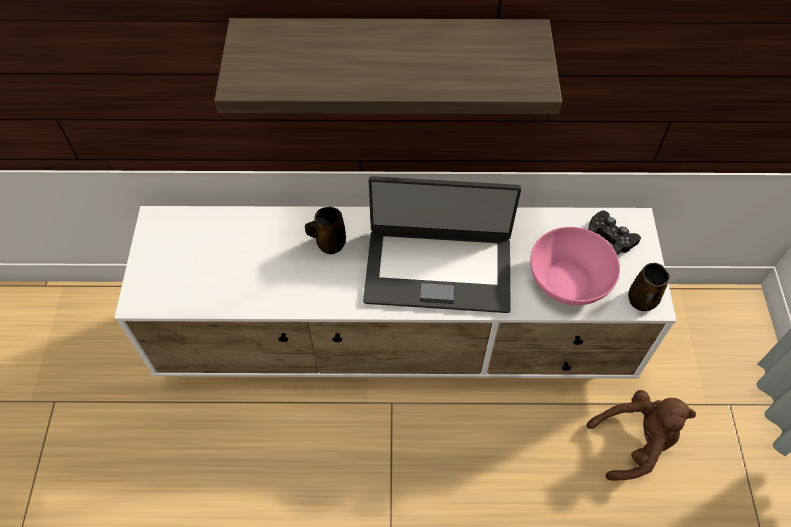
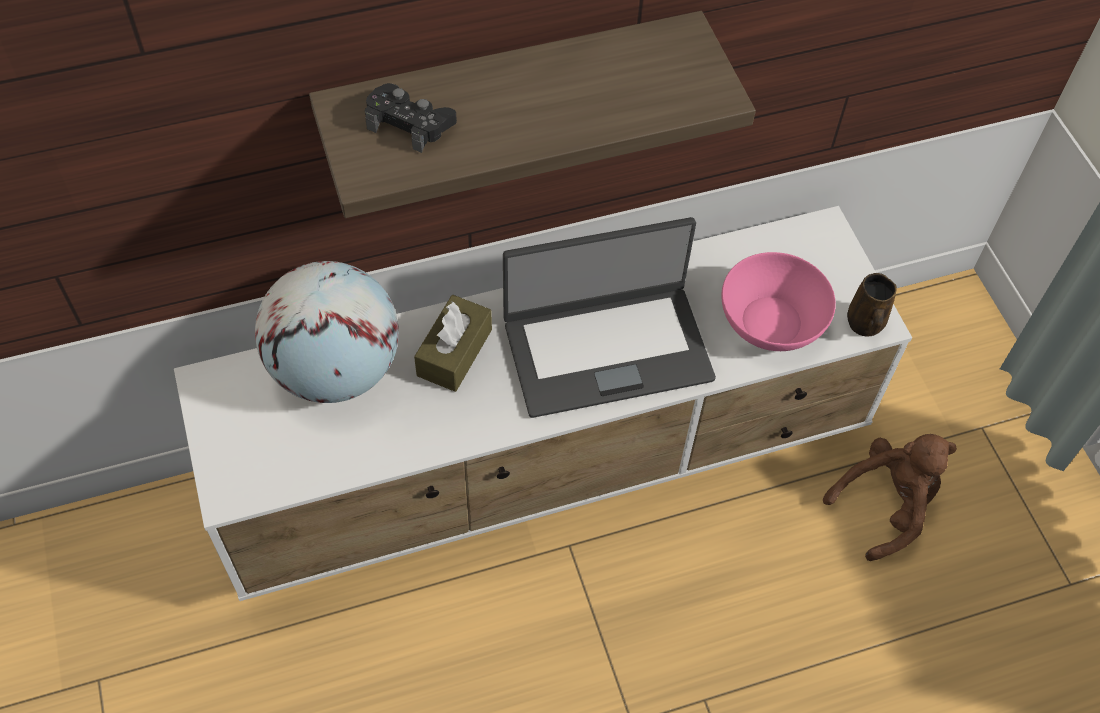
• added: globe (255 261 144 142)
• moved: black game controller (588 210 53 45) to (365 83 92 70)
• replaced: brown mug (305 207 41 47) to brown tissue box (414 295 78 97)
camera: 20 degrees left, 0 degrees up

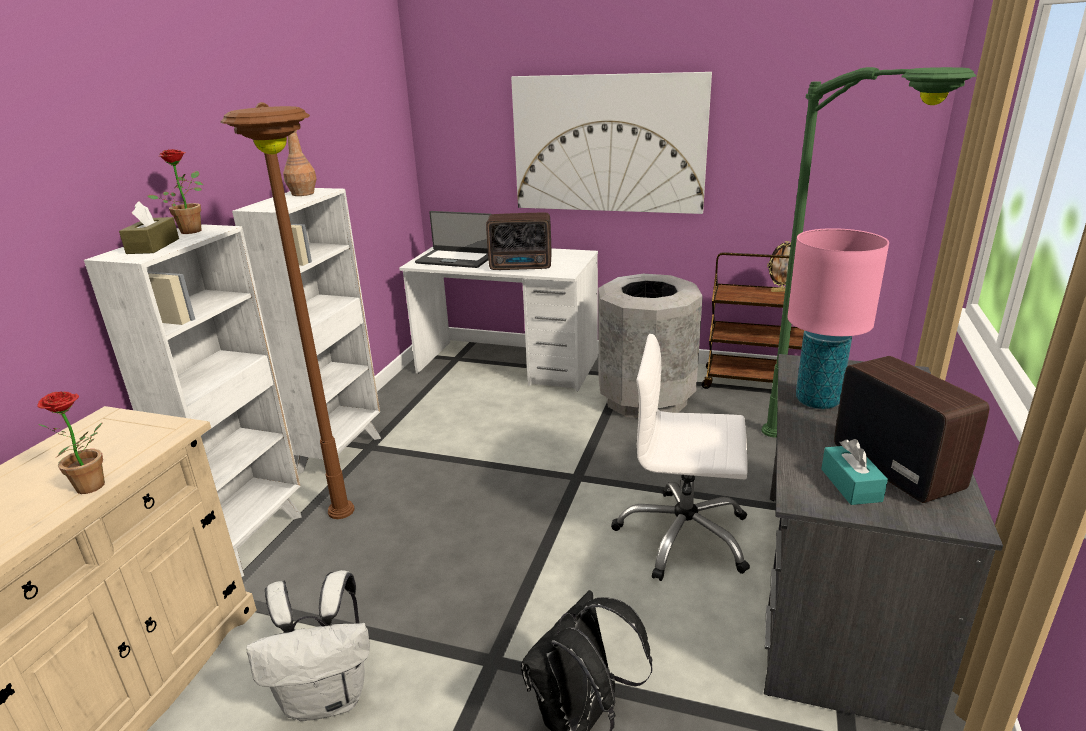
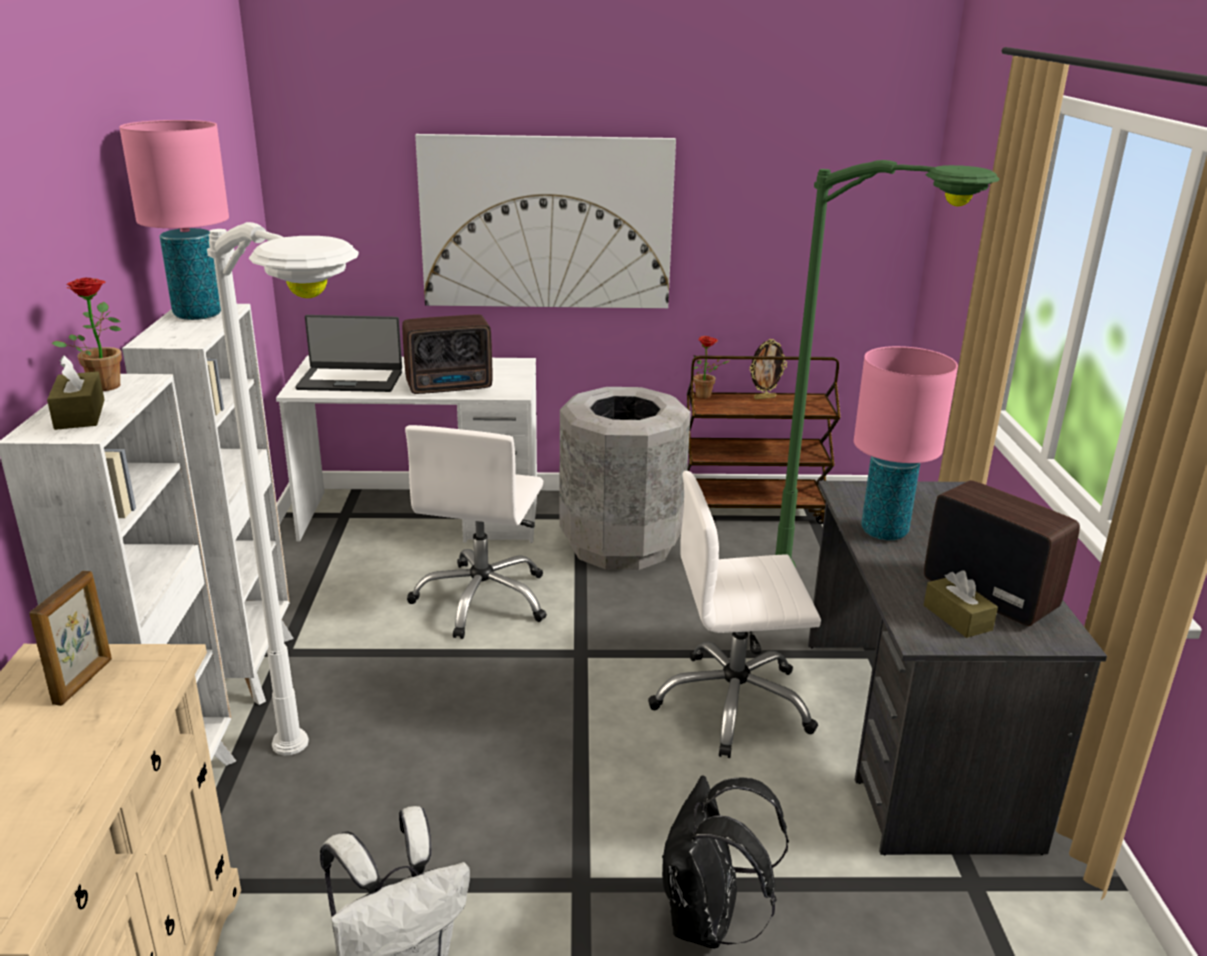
• added: picture frame (29 571 83 135)
• replaced: brown bottle (283 130 34 66) to pink table lamp (119 120 110 200)
• recoloured: brown floor lamp (220 102 134 417) to white floor lamp (207 222 152 533)
• added: white office chair (405 425 142 214)
• moved: potted plant (37 392 68 102) to (693 336 37 63)
• recoloured: turquoise tissue box (821 439 67 66) to brown tissue box (924 570 74 68)
camera: 20 degrees left, 0 degrees up

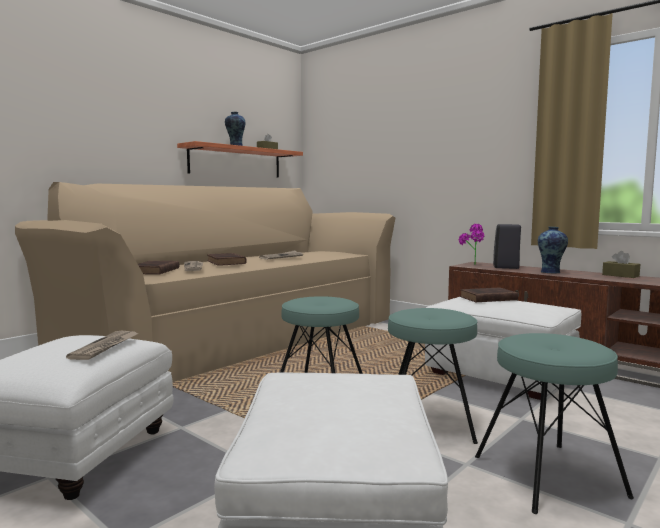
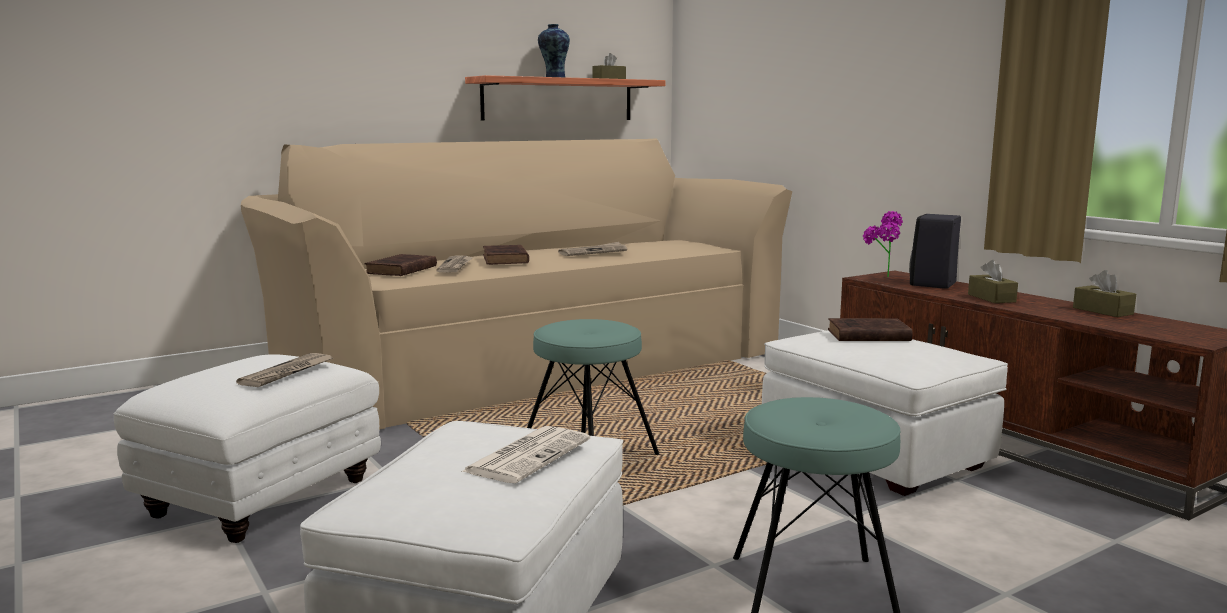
• added: newspaper (461 426 129 57)
• replaced: vase (538 227 30 46) to brown tissue box (968 260 50 43)
• removed: turquoise stool (388 308 90 136)
camera: 15 degrees right, 5 degrees up

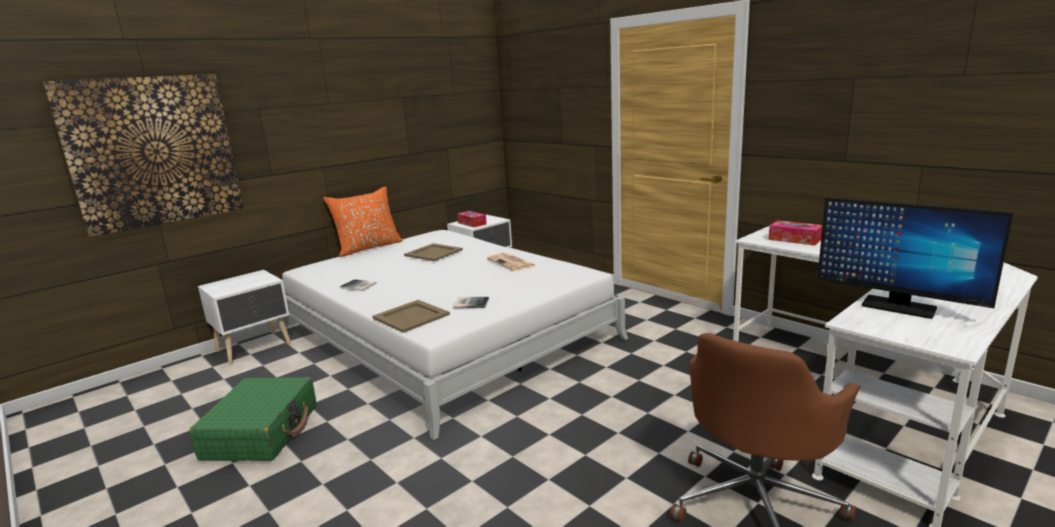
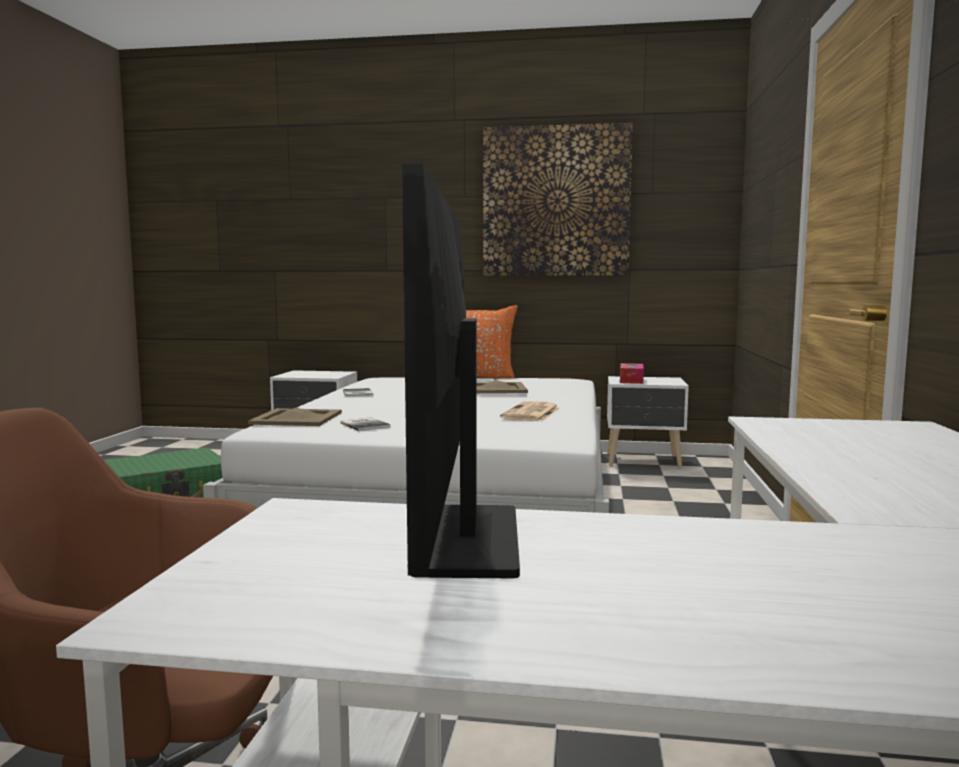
• moved: picture (43 74 201 163) to (483 123 150 153)
• removed: tissue box (768 220 55 26)
camera: 50 degrees right, 10 degrees down

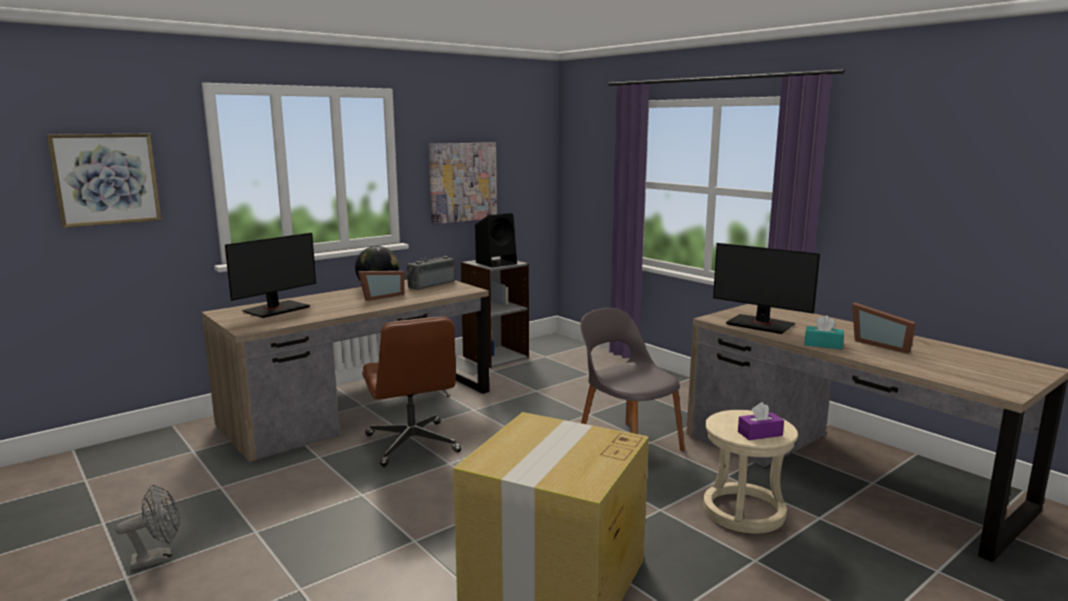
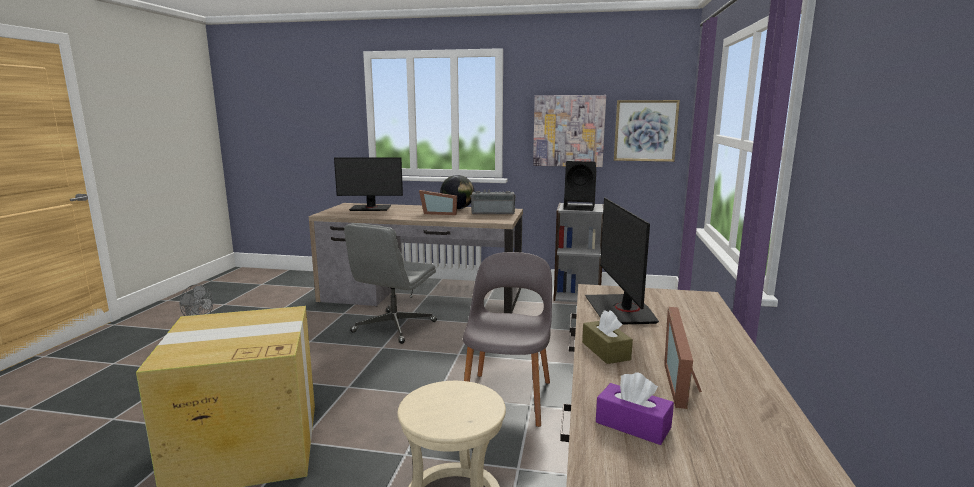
• recoloured: brown office chair (362 317 100 150) to grey office chair (344 223 93 121)
• recoloured: turquoise tissue box (805 316 39 33) to brown tissue box (582 310 51 54)
• moved: purple tissue box (738 402 46 38) to (596 372 78 73)
• moved: picture (47 134 115 94) to (614 100 66 62)
camera: 50 degrees right, 0 degrees up

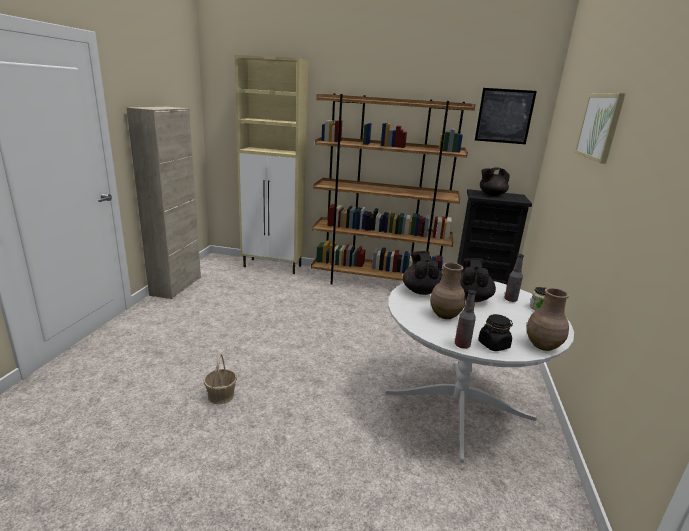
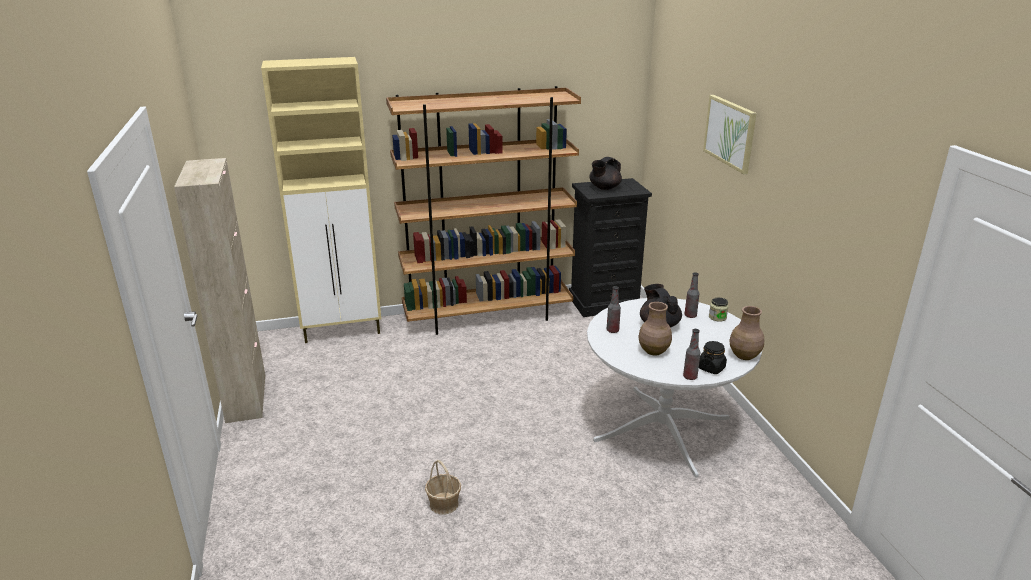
• replaced: black teapot (403 251 40 44) to bottle (607 286 14 47)
• removed: picture (475 88 62 56)
camera: 25 degrees left, 5 degrees up

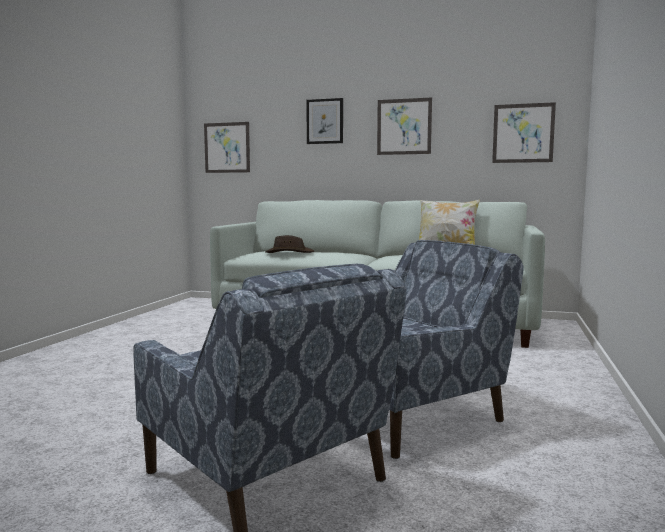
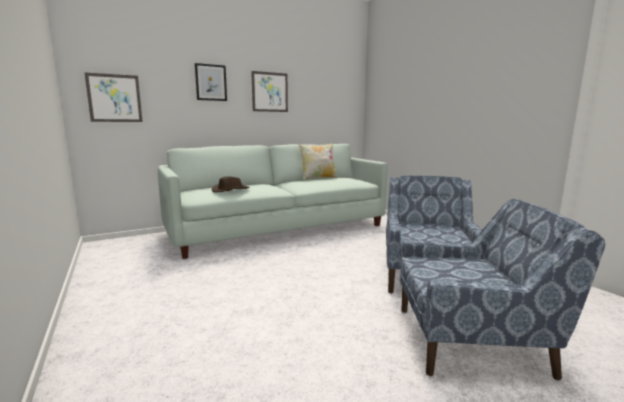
• removed: picture (492 102 64 61)
camera: 45 degrees left, 5 degrees up

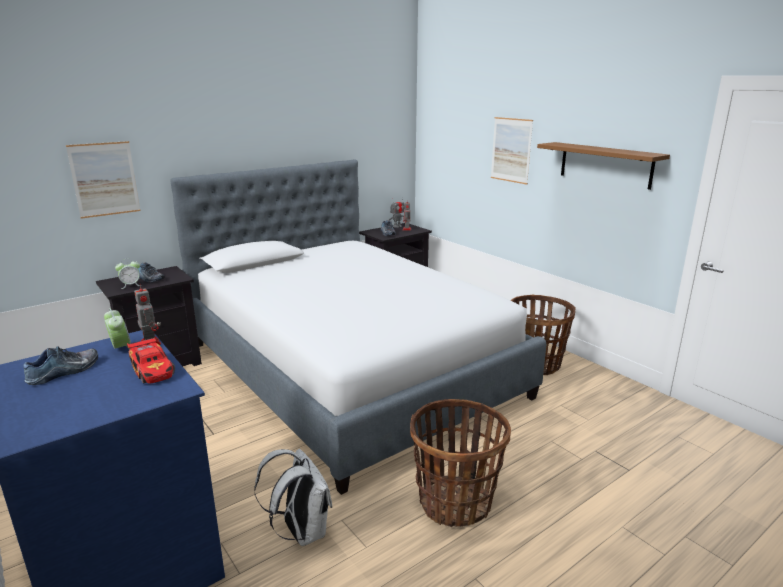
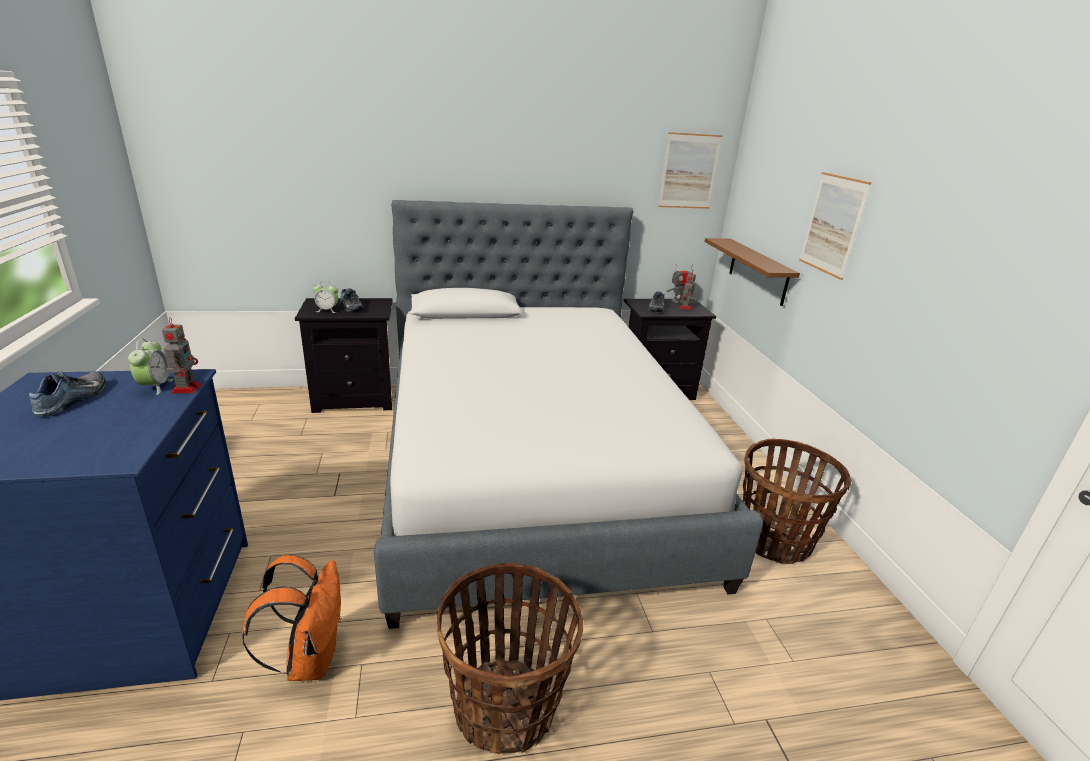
• turned: shoe (23 346 75 39) = (29 371 77 46) 60 degrees counterclockwise
• recoloured: white backpack (254 449 78 97) to orange backpack (242 555 100 126)
• moved: picture (66 141 74 78) to (658 132 65 77)
• moved: brown shelf (537 142 133 48) to (704 238 96 68)
• removed: toy car (127 337 48 47)
camera: 25 degrees right, 5 degrees up

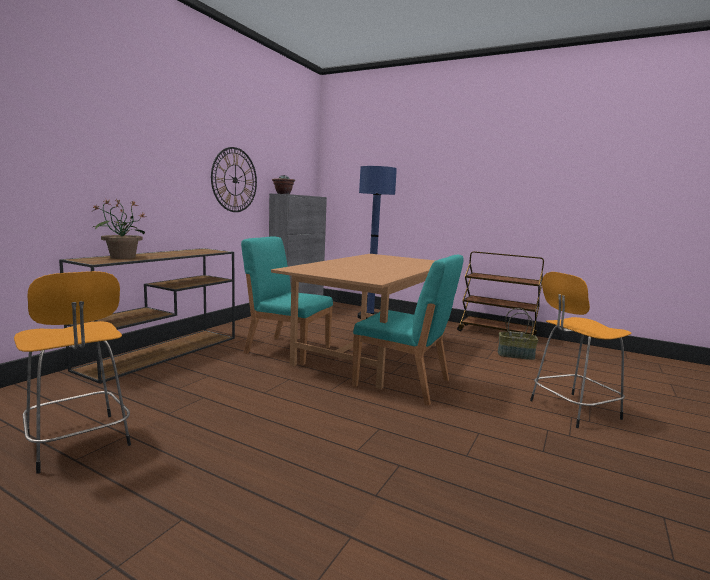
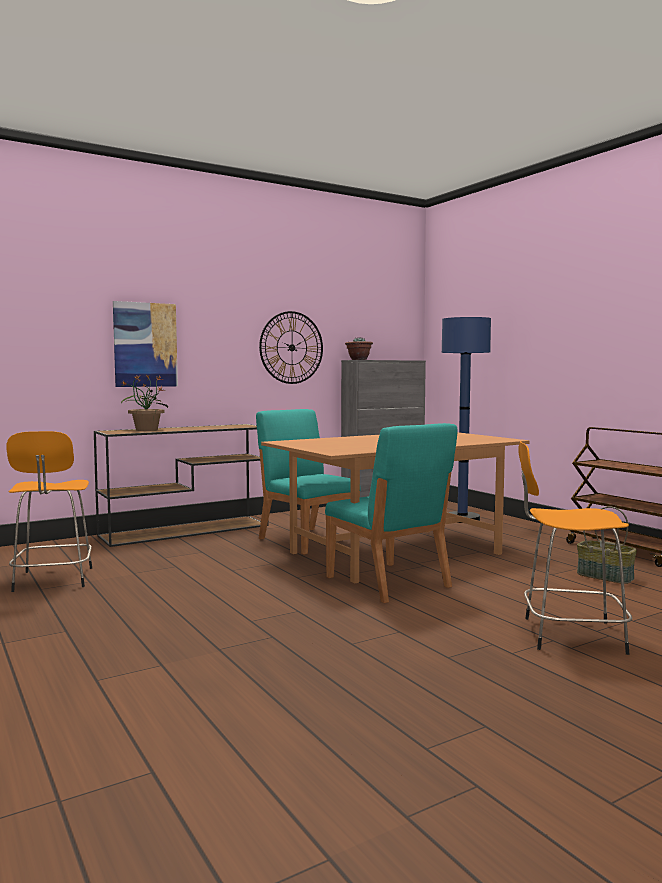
• added: picture (113 301 65 86)
camera: 30 degrees right, 5 degrees down

